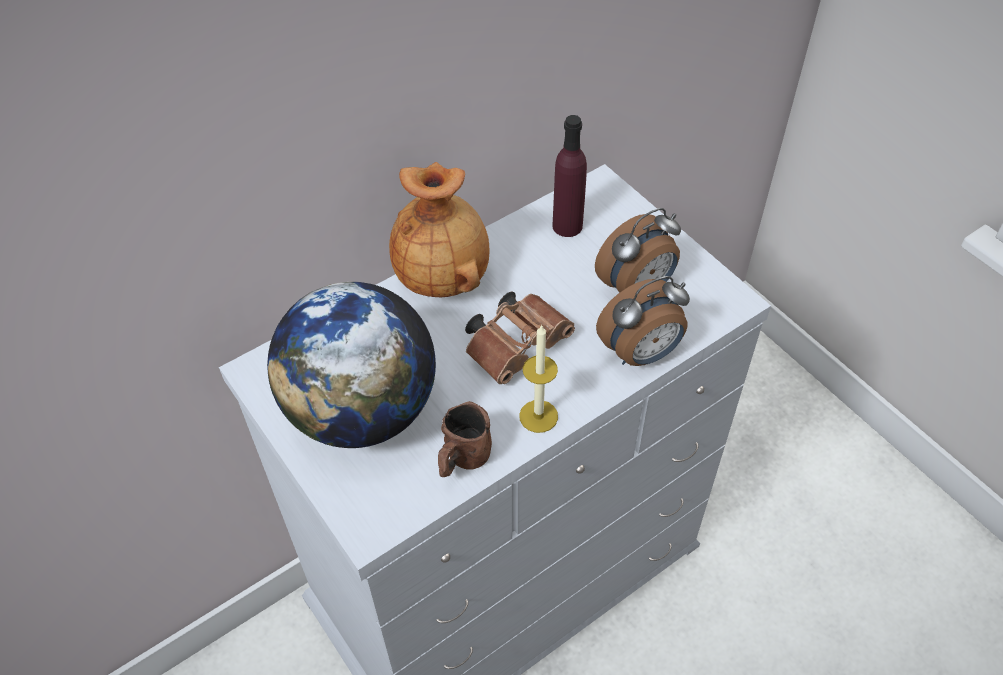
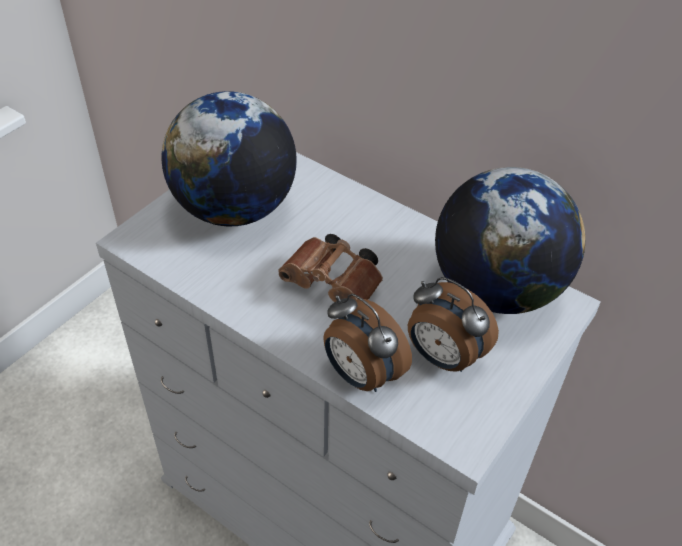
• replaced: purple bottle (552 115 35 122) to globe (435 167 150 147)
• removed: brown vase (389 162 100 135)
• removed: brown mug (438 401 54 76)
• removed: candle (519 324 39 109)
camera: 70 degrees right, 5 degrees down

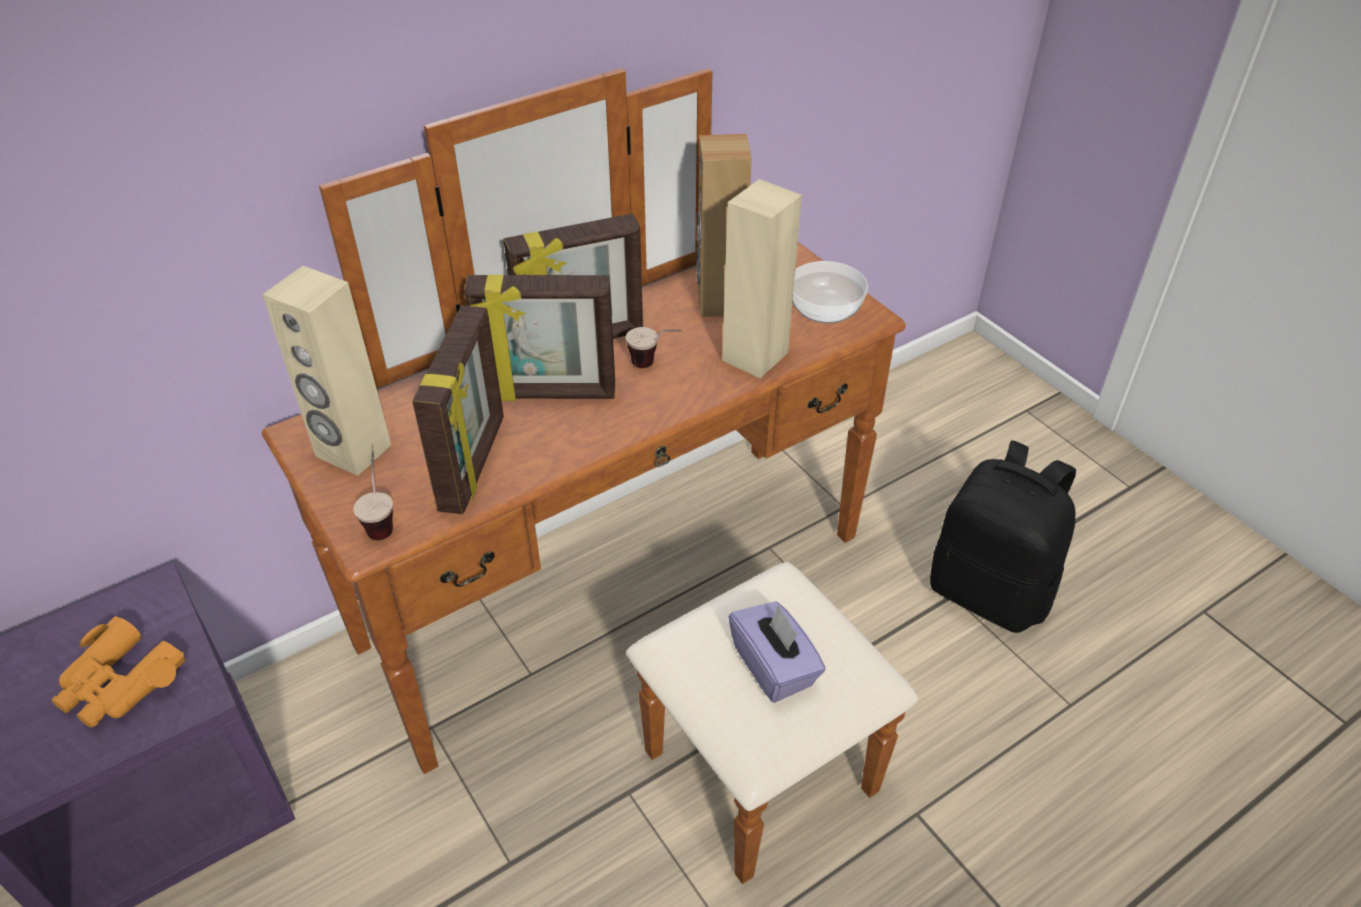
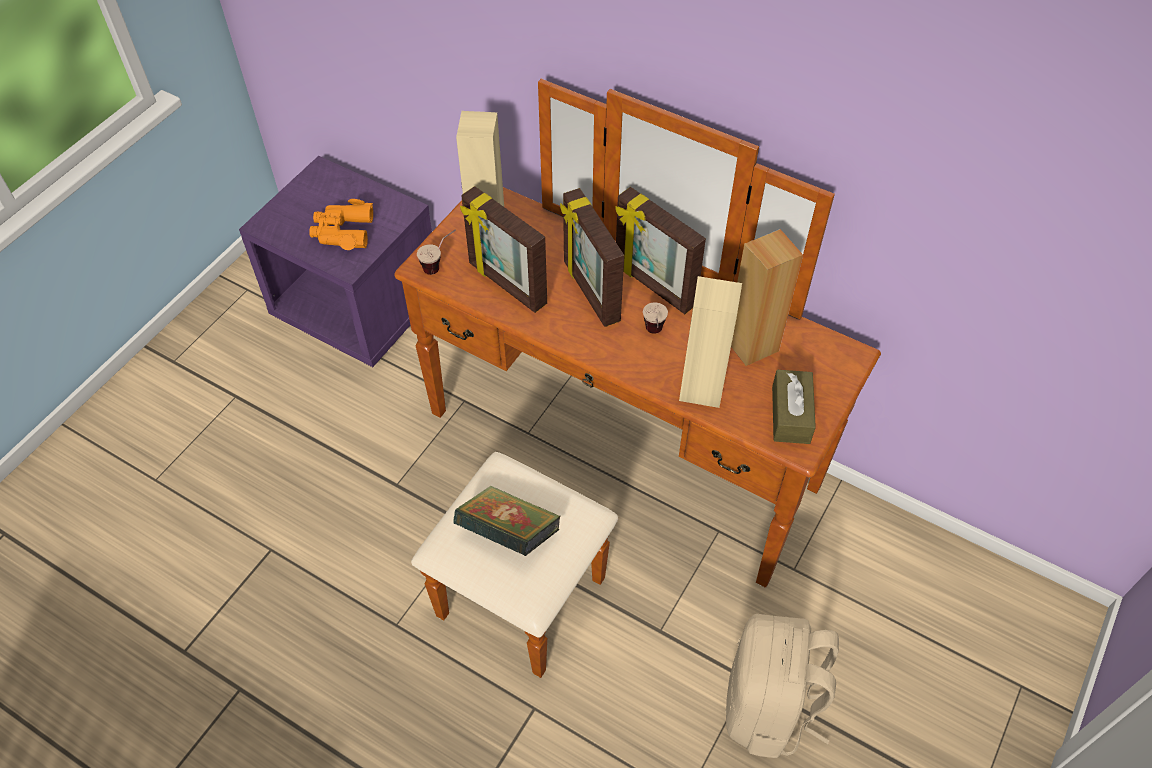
• replaced: purple tissue box (728 601 98 102) to book (453 485 108 71)
• turned: picture frame (412 305 92 209) = (460 186 87 127) 60 degrees clockwise
• recoloured: black backpack (930 440 146 193) to beige backpack (726 614 113 144)
• replaced: bowl (792 261 76 62) to brown tissue box (772 370 44 74)
camera: 65 degrees right, 10 degrees up

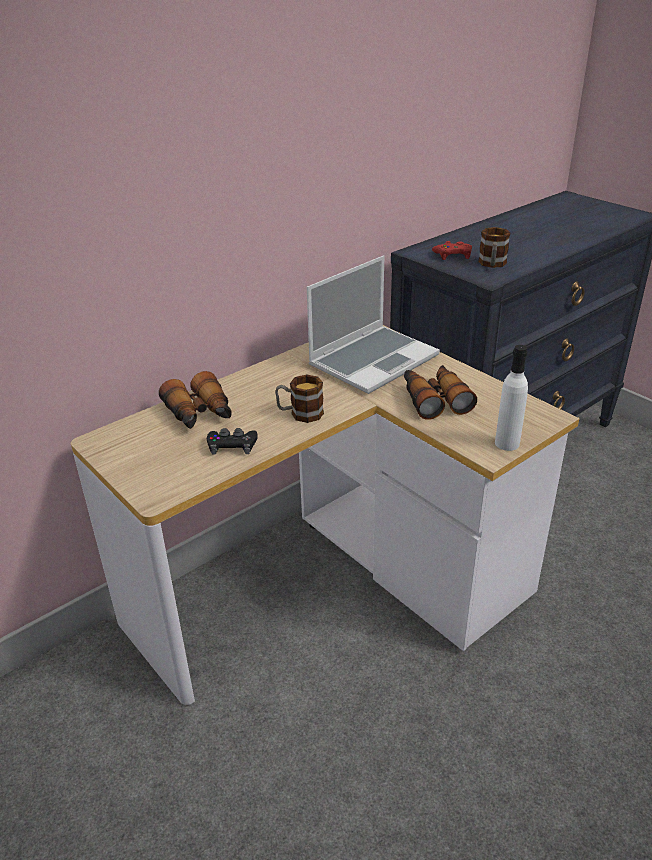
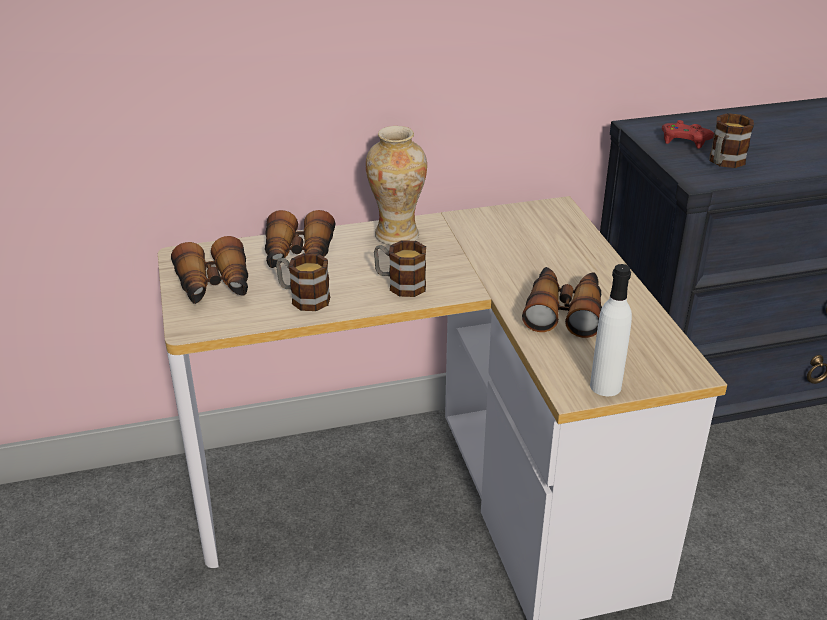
• added: binoculars (171 236 77 68)
• replaced: black game controller (207 428 51 27) to mug (276 253 54 58)
• added: vase (366 126 61 119)
• removed: laptop (307 256 133 138)
camera: 25 degrees right, 0 degrees up

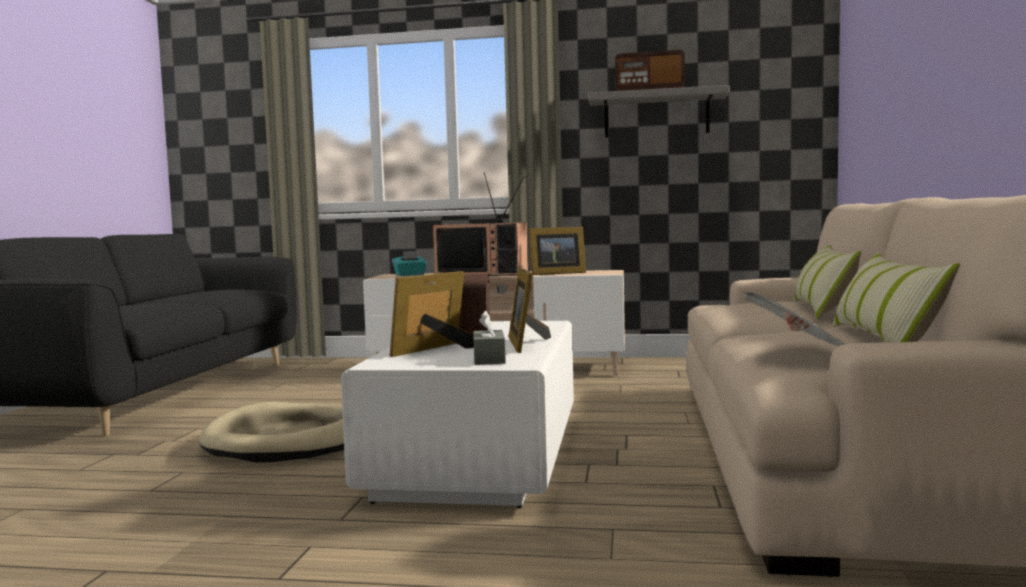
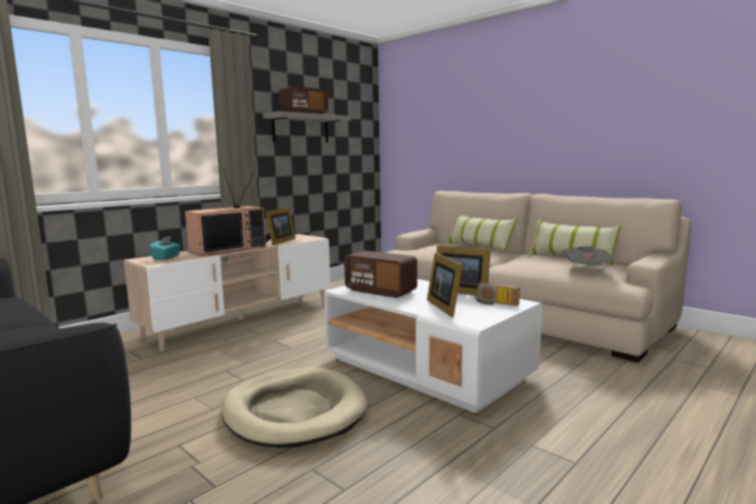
• replaced: grey tissue box (473 310 33 55) to radio (474 282 46 24)
camera: 55 degrees left, 5 degrees up

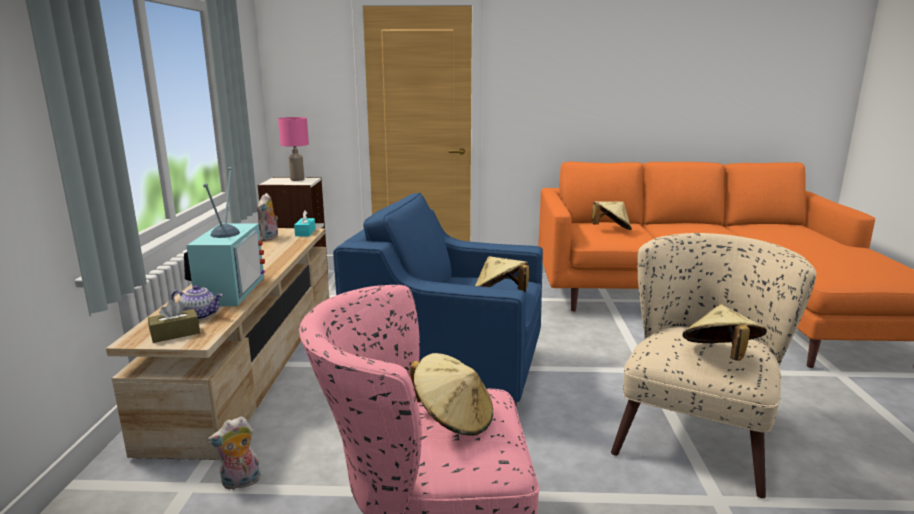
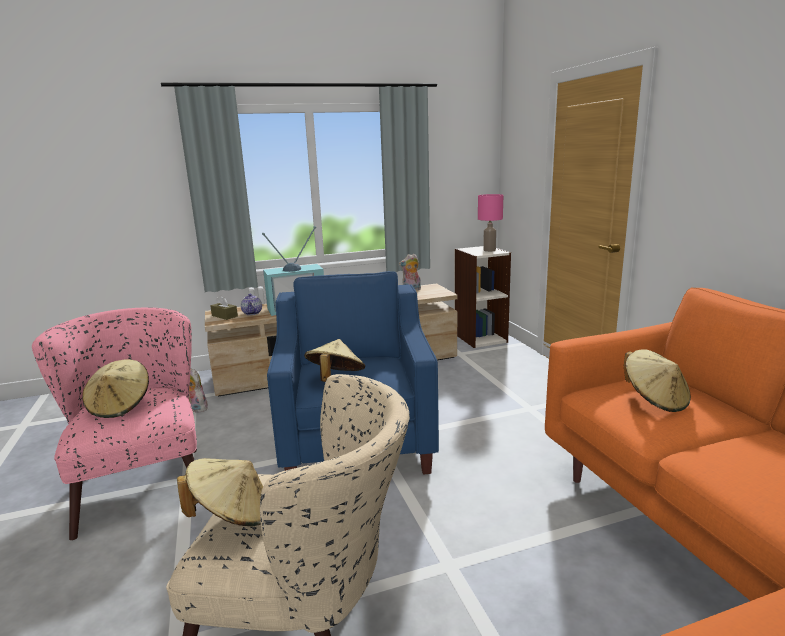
• removed: turquoise tissue box (294 211 22 25)
camera: 70 degrees right, 0 degrees up

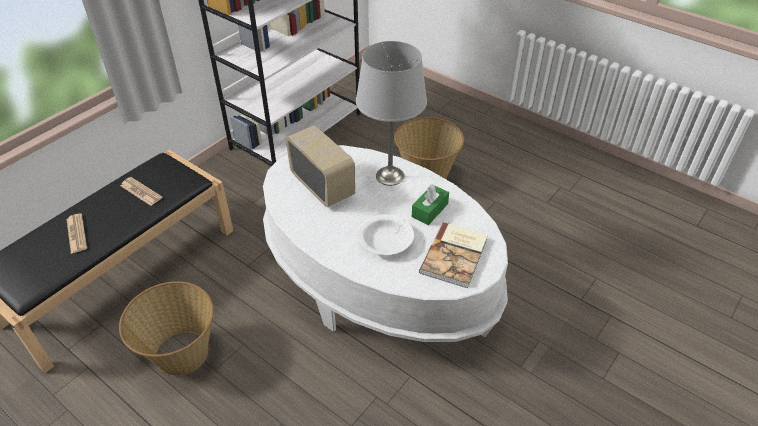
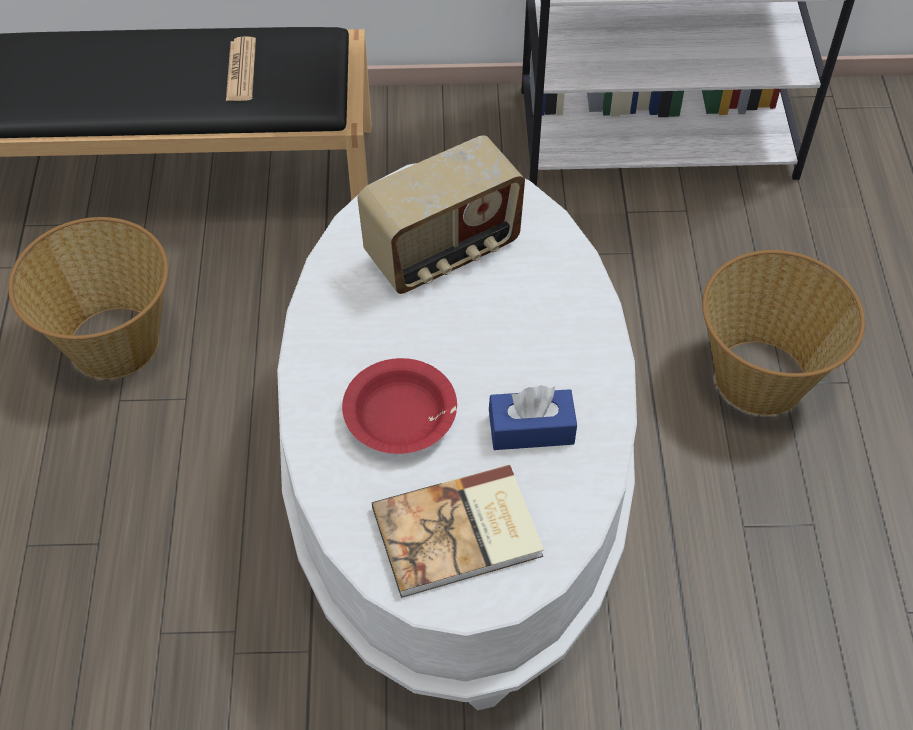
• recoloured: white bowl (358 214 56 41) to red bowl (342 358 115 96)
• turned: radio (286 125 69 82) = (357 136 168 158) 45 degrees clockwise
• recoloured: green tissue box (412 184 37 41) to blue tissue box (489 385 88 65)
• removed: newspaper (66 214 21 39)
• removed: grey table lamp (356 41 71 145)
camera: 50 degrees right, 10 degrees up

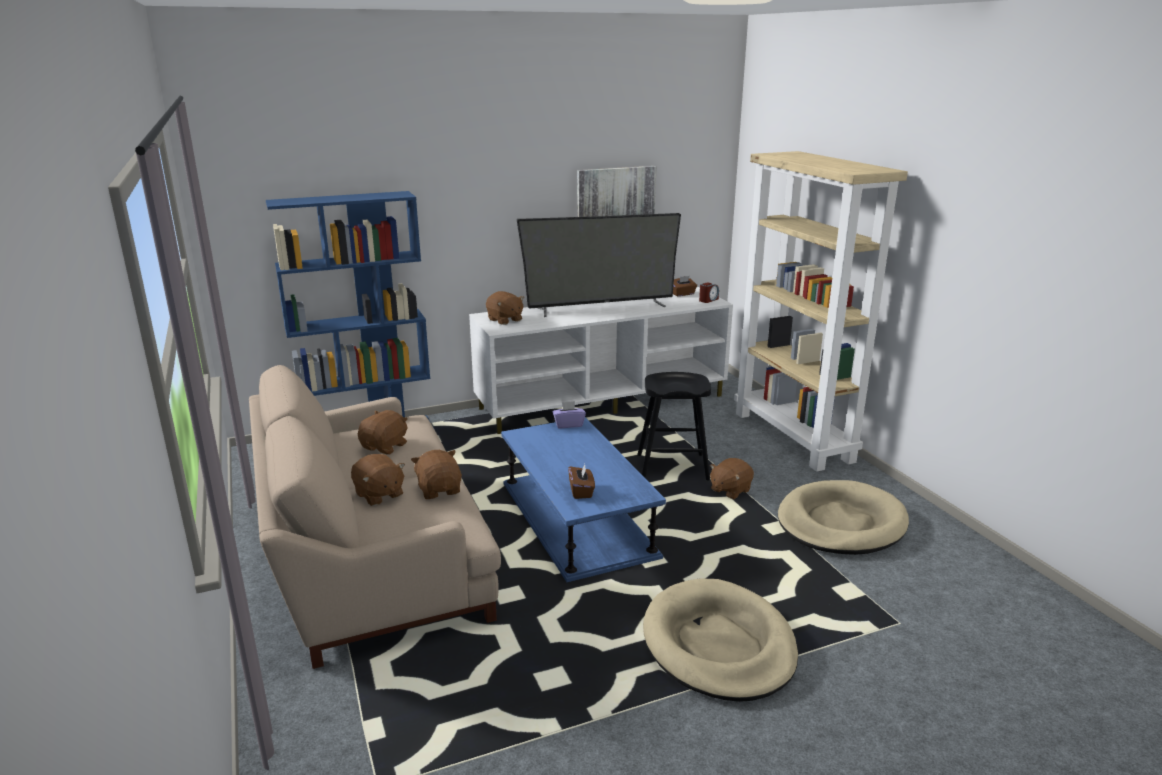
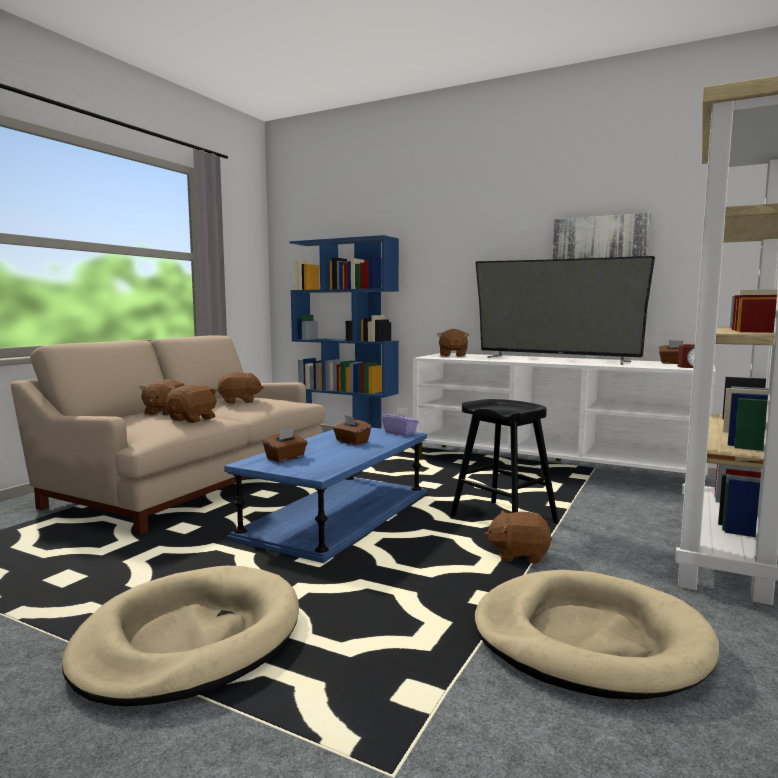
• added: brown tissue box (333 415 38 30)
camera: 50 degrees right, 15 degrees down

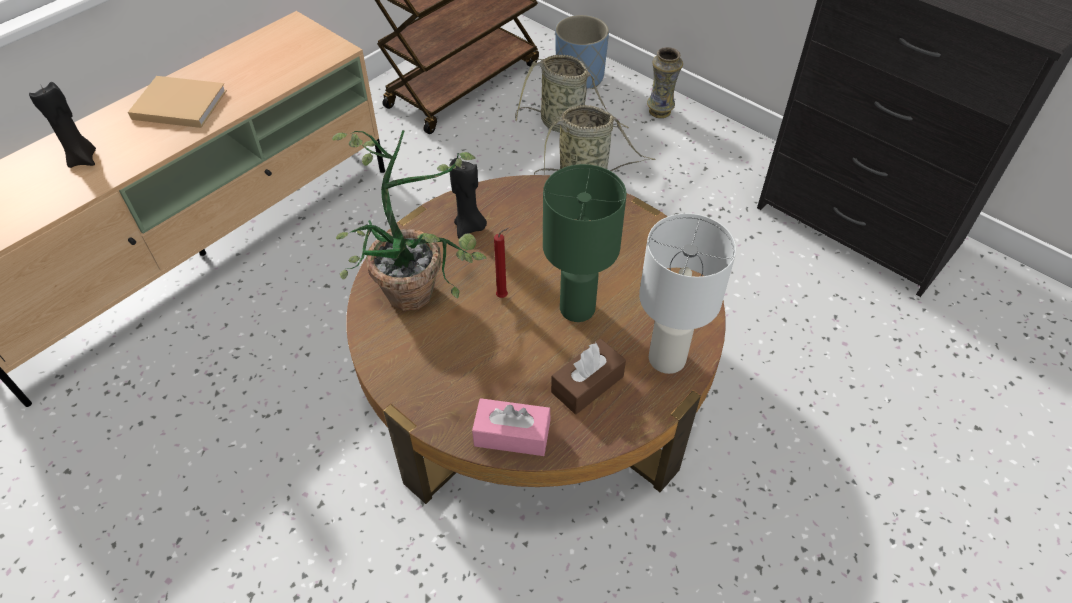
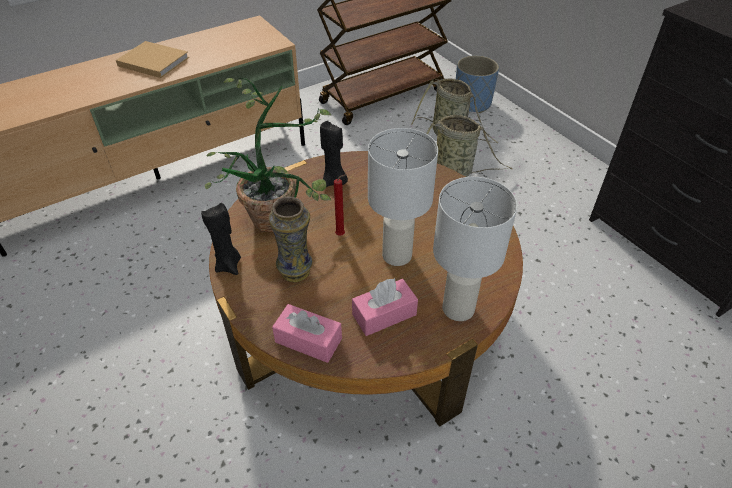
• moved: black candle (29 82 67 86) to (201 203 40 72)
• moved: vase (647 47 36 71) to (269 196 44 86)
• recoloured: brown tissue box (551 339 75 75) to pink tissue box (352 278 66 58)
• recoloured: green table lamp (543 164 83 158) to white table lamp (368 128 70 138)
camera: 15 degrees right, 5 degrees down

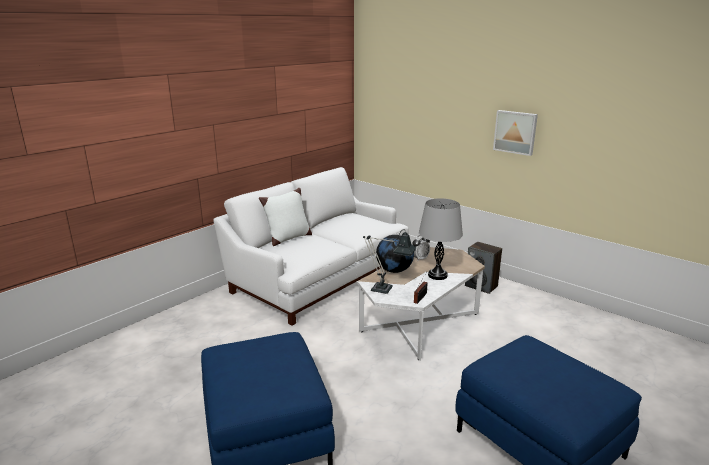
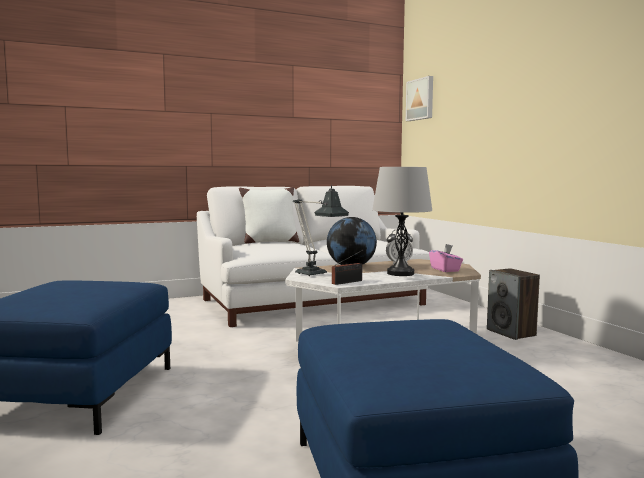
• moved: picture (493 110 45 46) to (406 76 27 45)
• added: pink tissue box (429 244 34 28)
camera: 25 degrees right, 15 degrees down

